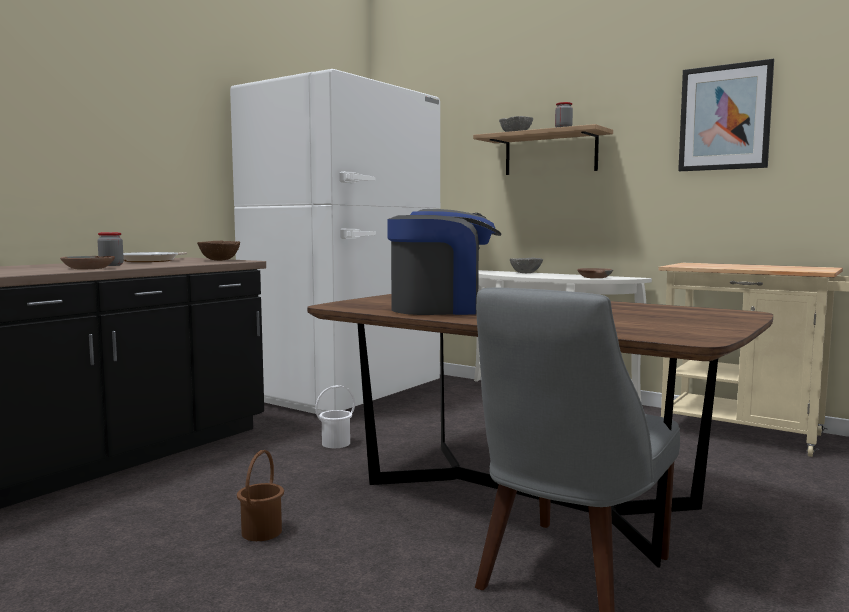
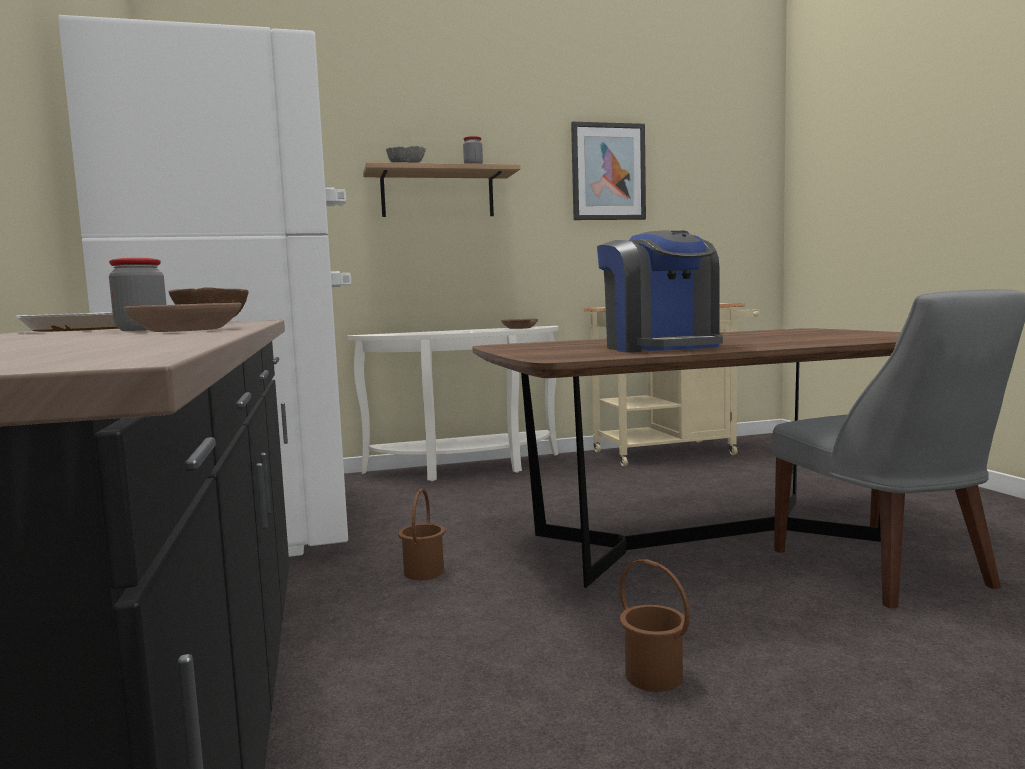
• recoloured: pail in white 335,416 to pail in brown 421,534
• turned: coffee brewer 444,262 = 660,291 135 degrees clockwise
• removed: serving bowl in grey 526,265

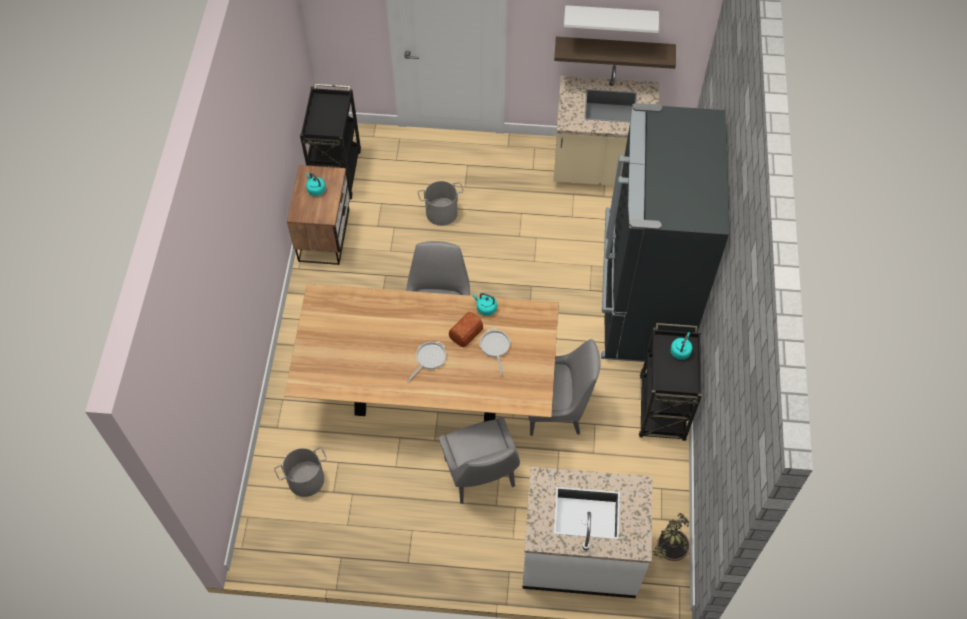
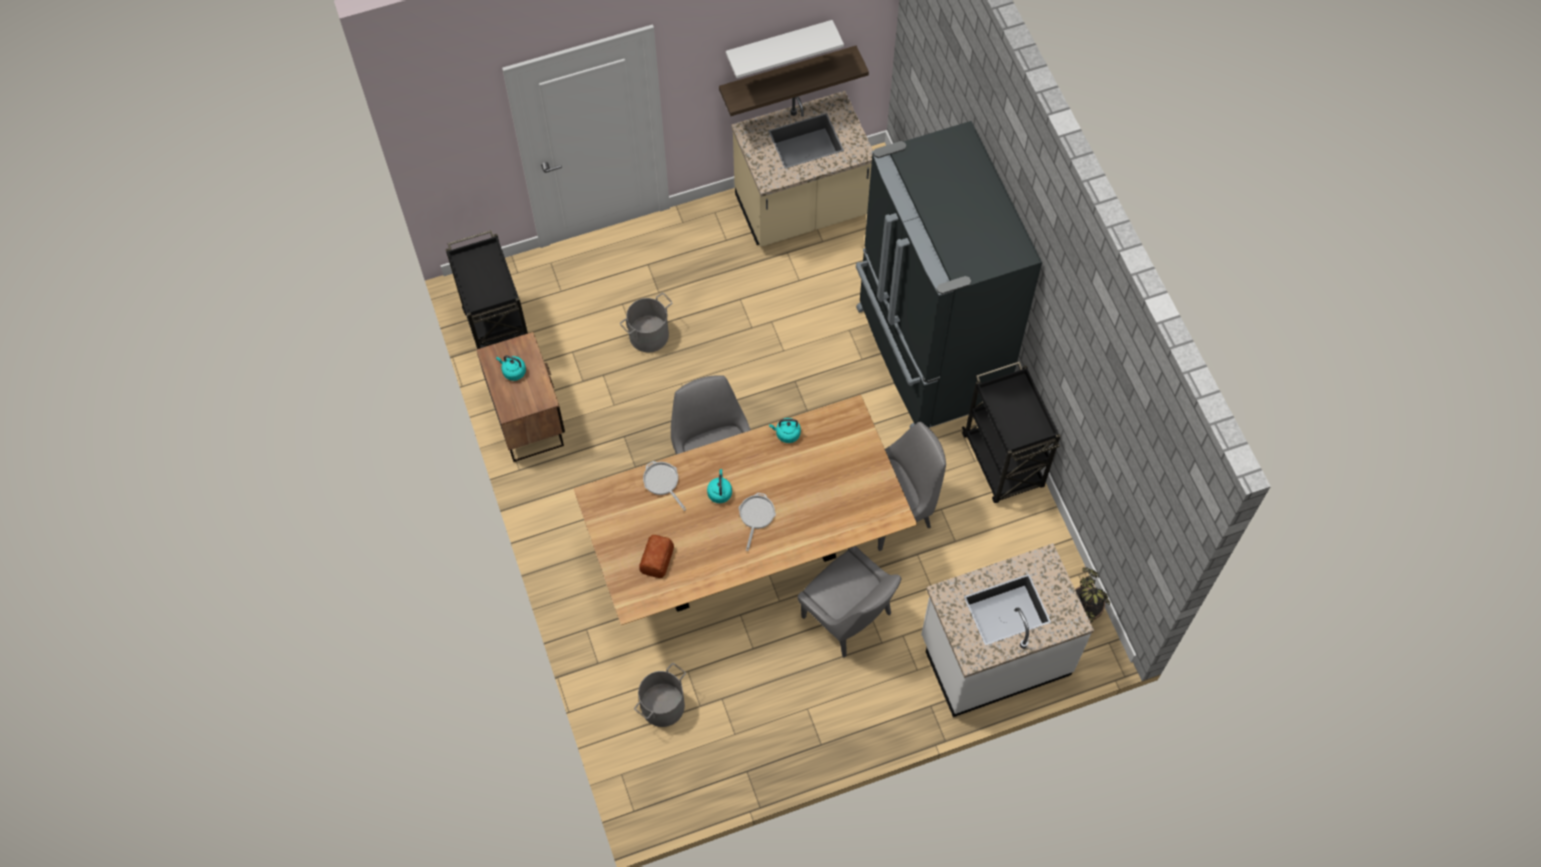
• moved: bakery bread 466,329 to 656,556
• moved: pan 495,351 to 664,486
• moved: water kettle in turquoise-coloured 681,346 to 719,486

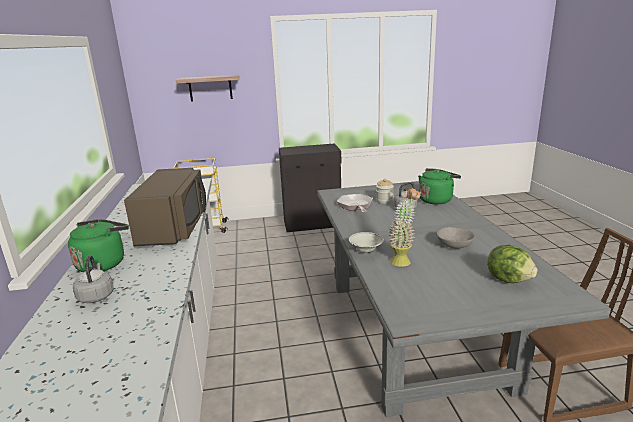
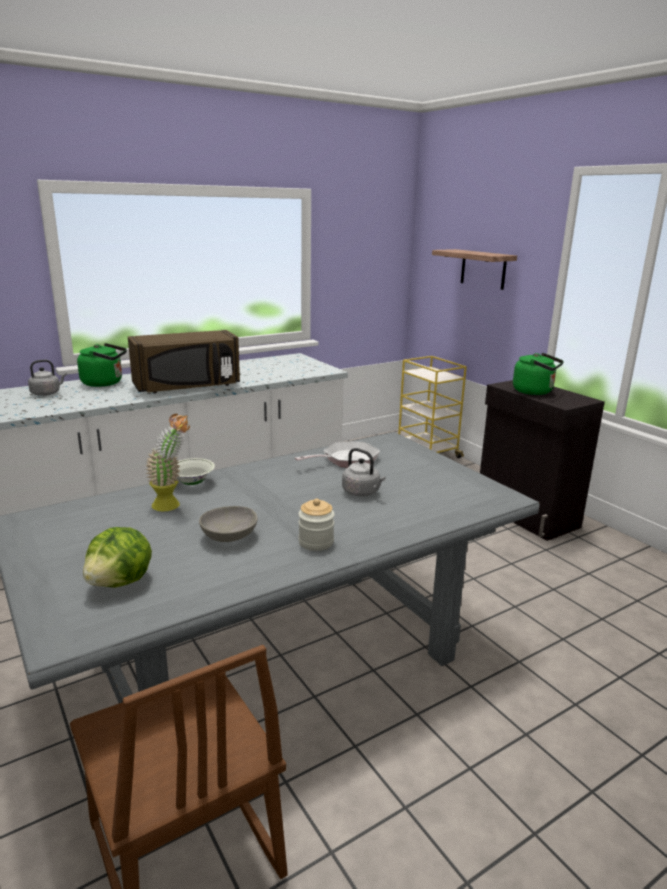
• moved: jar 385,191 to 316,525
• moved: water kettle in green-coloured 439,186 to 538,374

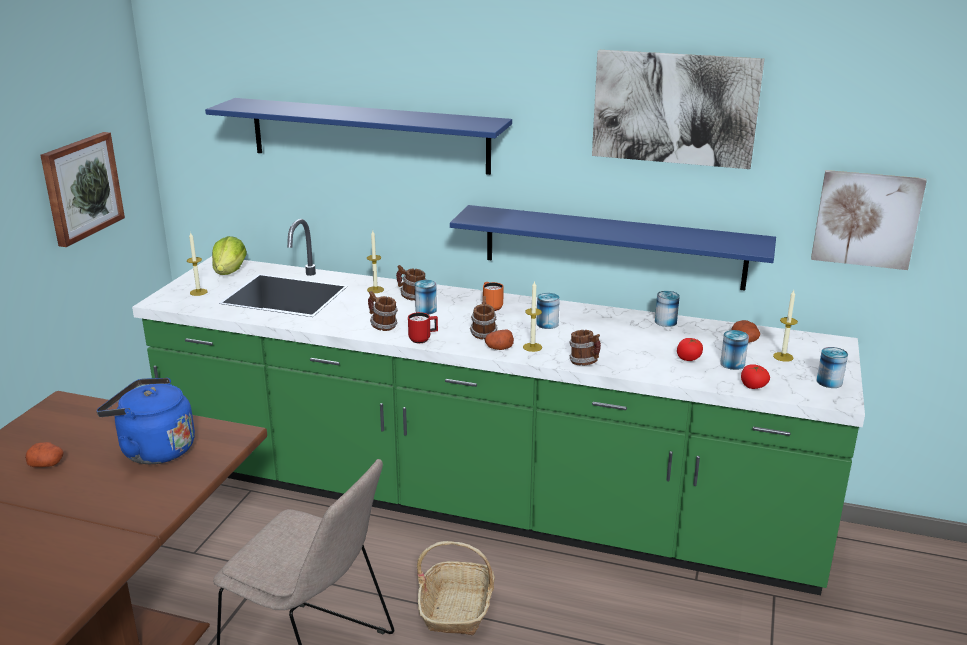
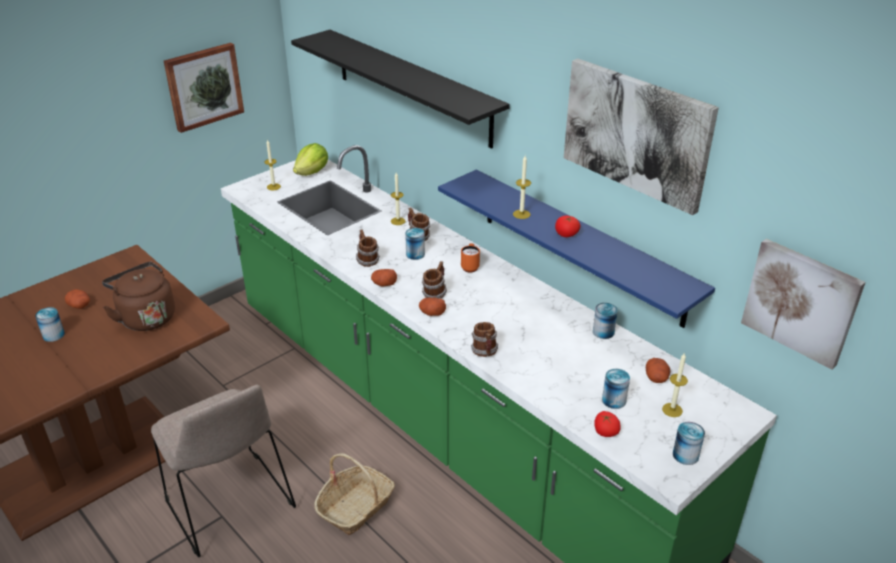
• moved: metal can 548,311 to 50,324
• recoloured: water kettle in blue 145,420 to water kettle in brown 138,296
• recoloured: wall shelf in blue 358,136 to wall shelf in blackish 400,89
• replaced: coffee mug in red 423,327 to potato 384,277
• moved: wax light 532,316 to 522,187
• moved: tomato 690,349 to 567,226

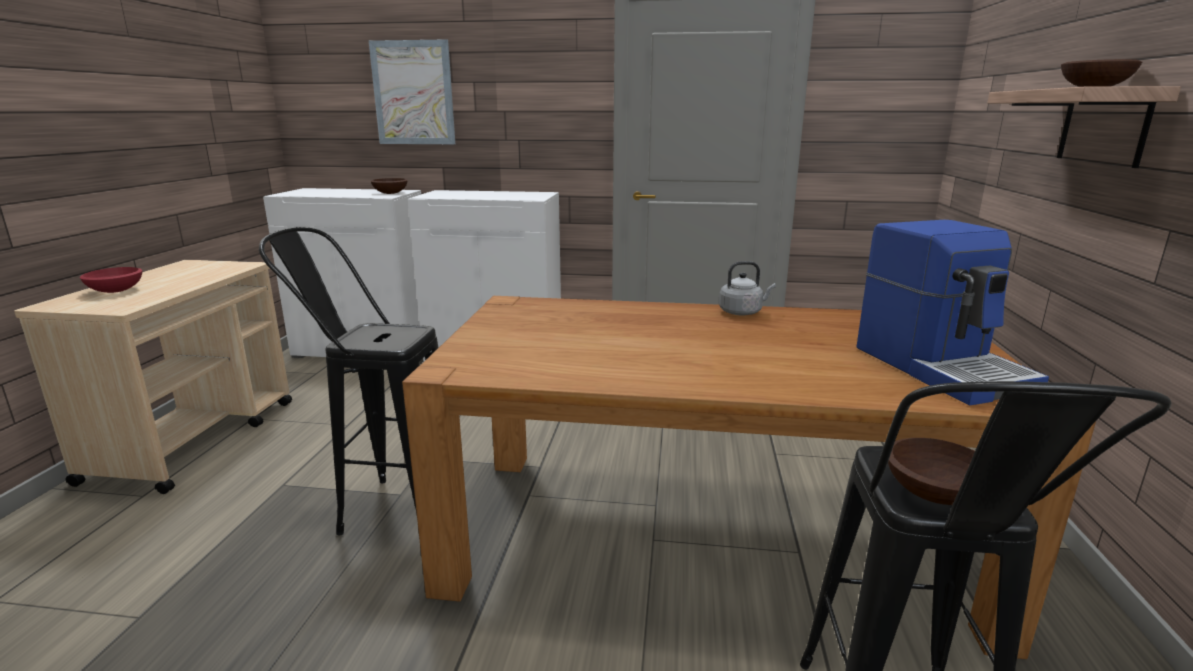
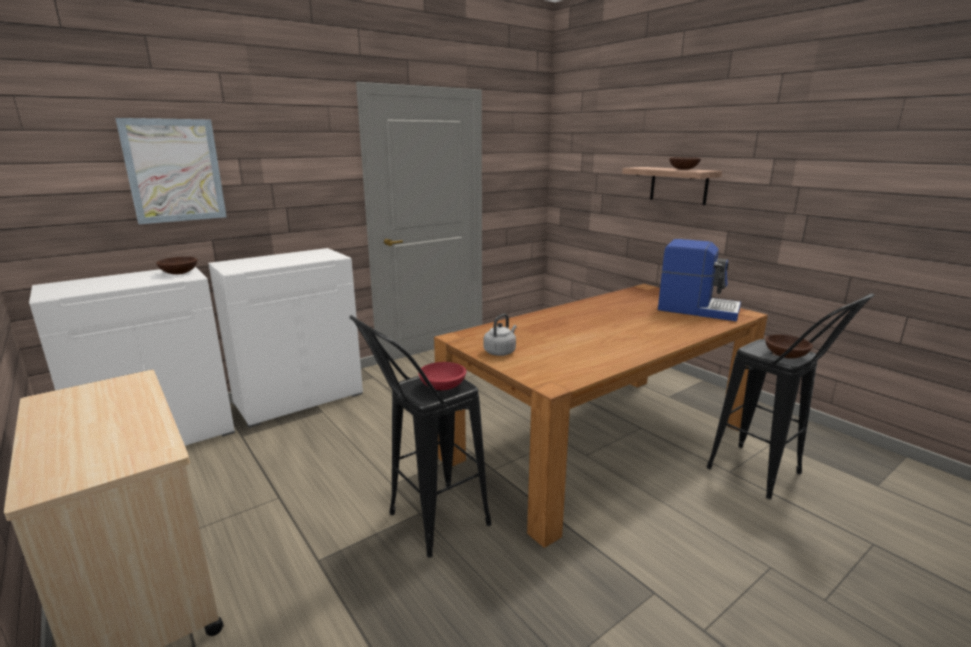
• moved: serving bowl in red 111,280 to 442,376
• moved: water kettle in grey 747,288 to 500,335

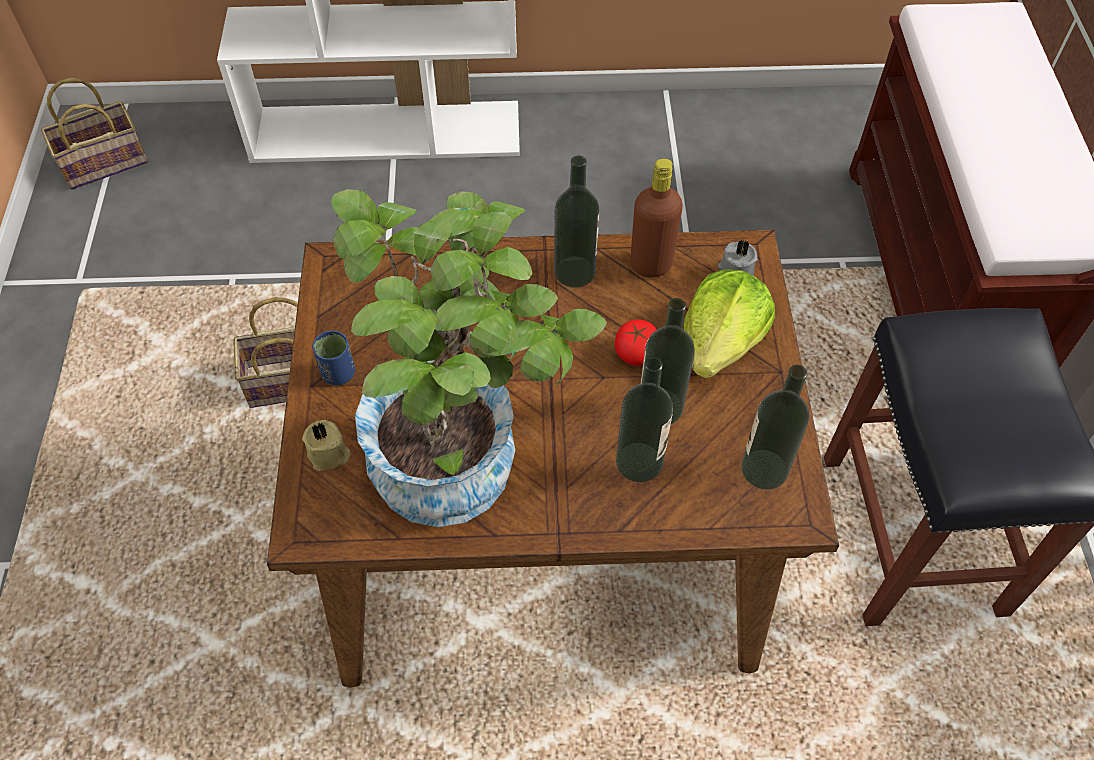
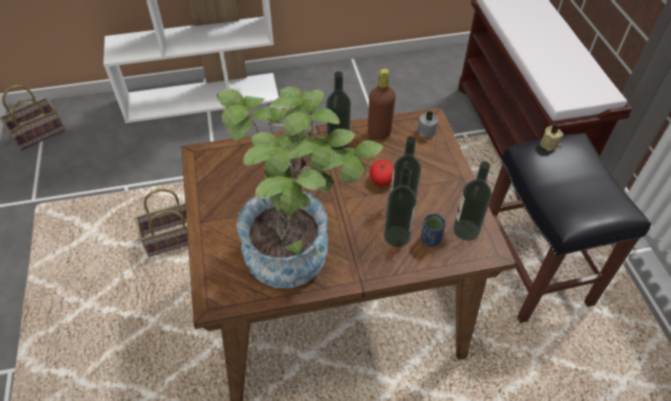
• moved: drinking cup in blue 333,358 to 433,230
• moved: wax light in beige-coloured 326,445 to 551,138
• removed: lettuce head 729,323

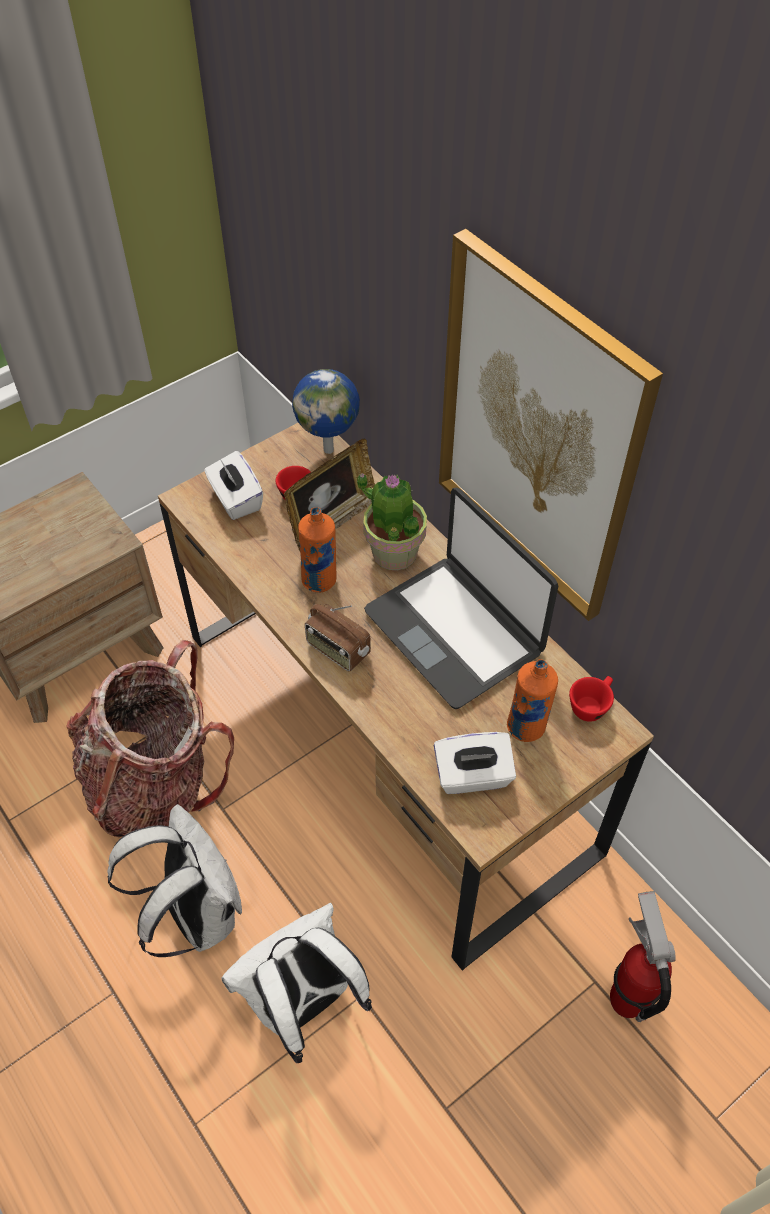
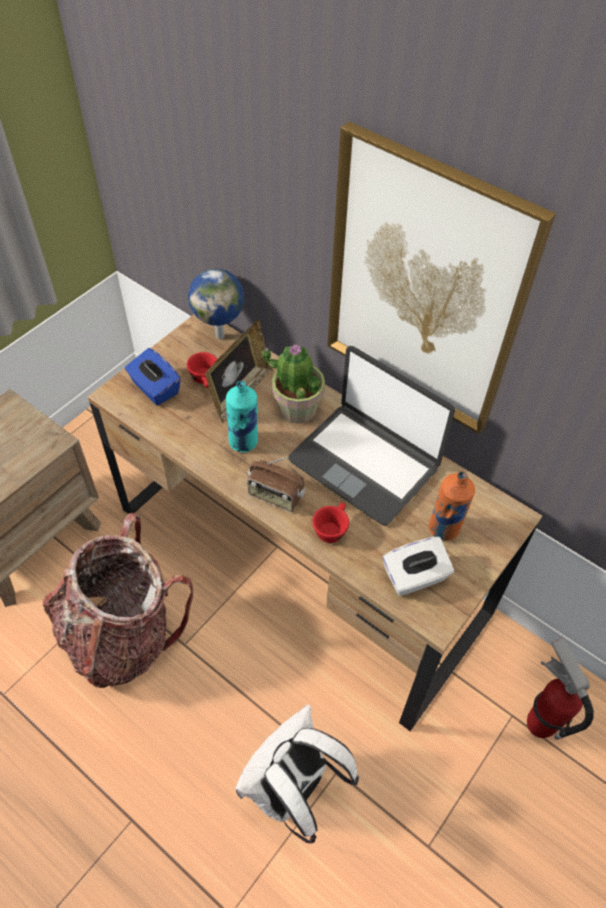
• recoloured: tissue box in white 233,485 to tissue box in blue 153,376
• recoloured: bottle in orange-coloured 317,550 to bottle in turquoise-coloured 242,417
• moved: drinking cup in red 591,699 to 331,522
• removed: knapsack in white 174,880

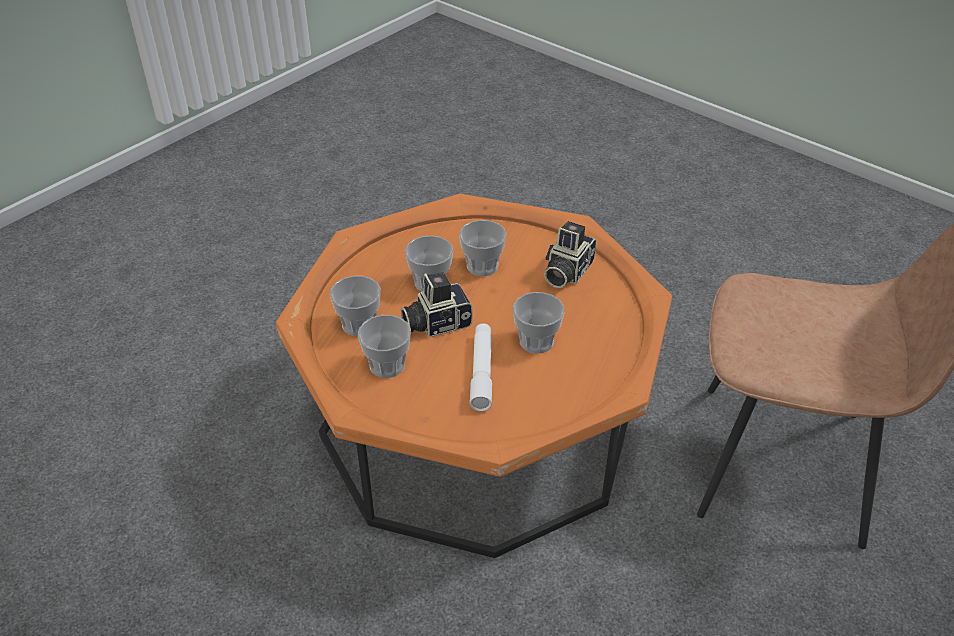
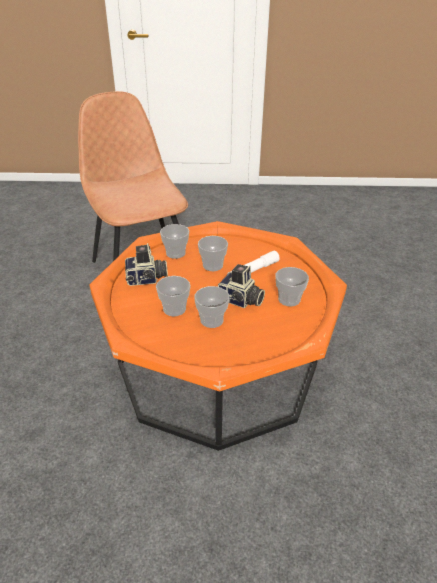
• moved: drinking cup 355,306 to 174,241

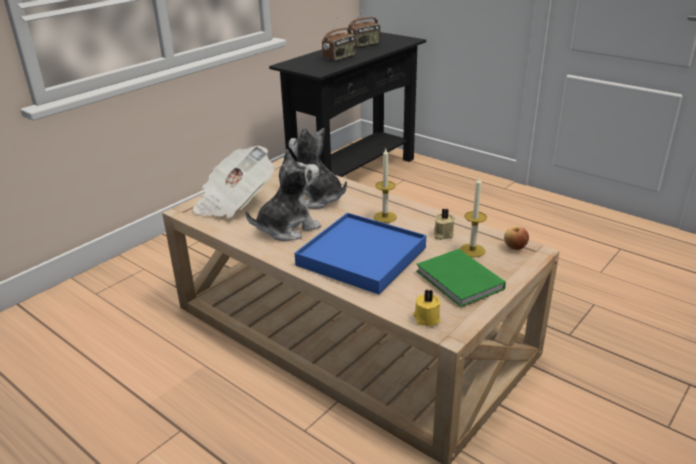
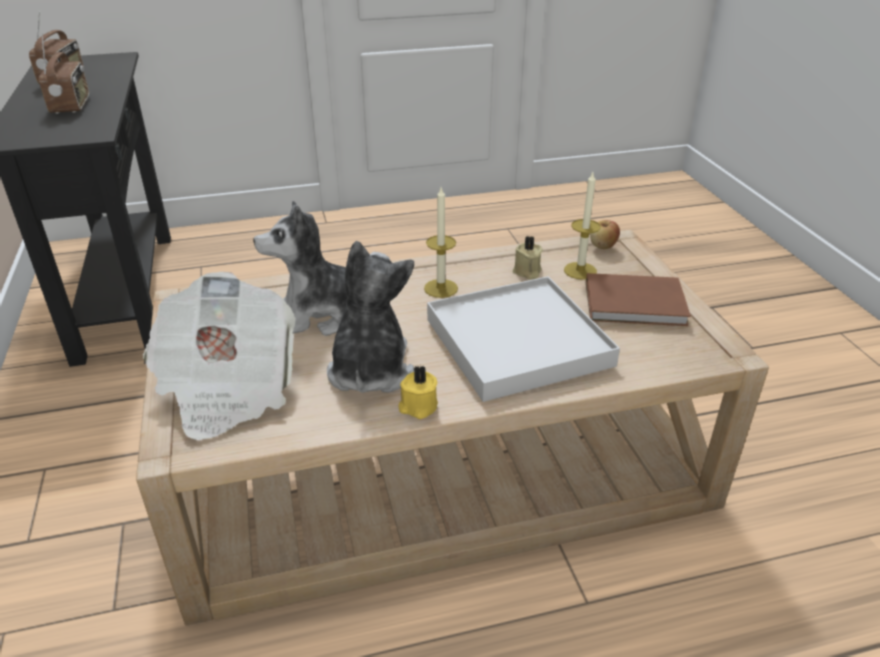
• moved: wax light in yellow-coloured 426,307 to 418,392
• recoloured: tray in blue 360,253 to tray in white 523,339
• recoloured: book in green-coloured 461,278 to book in brown 638,299

